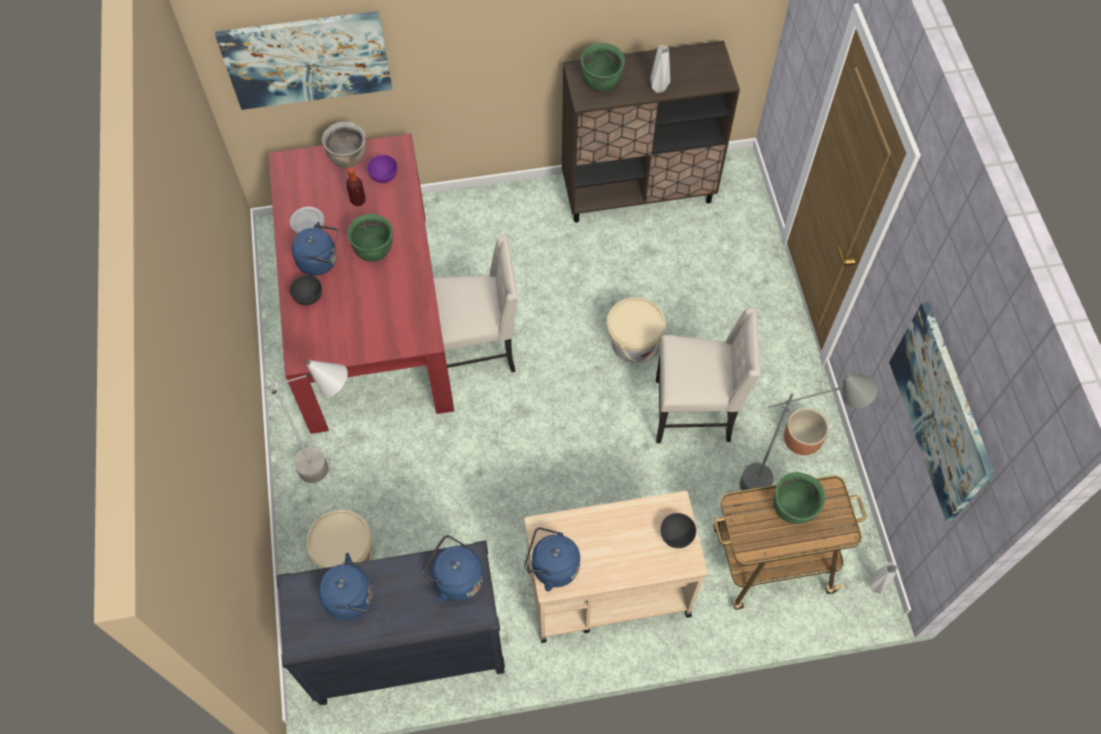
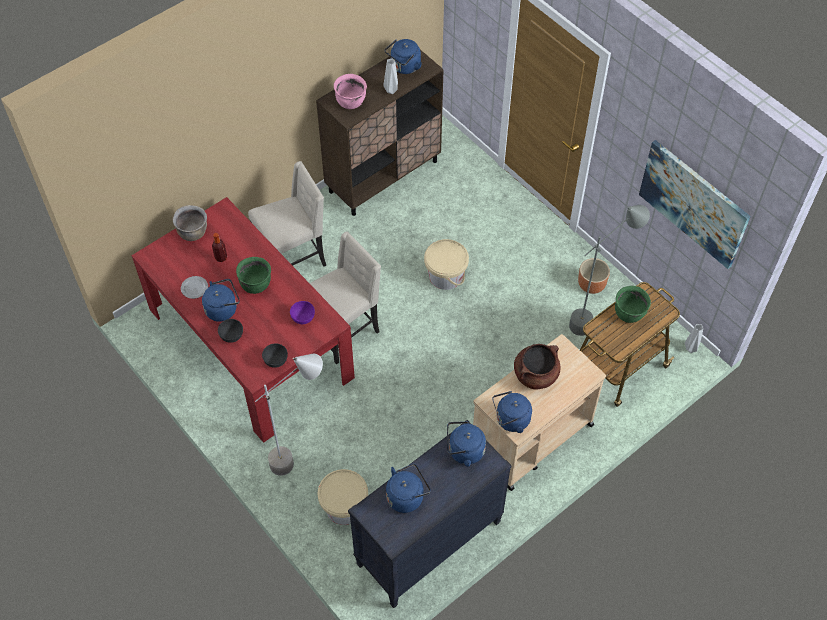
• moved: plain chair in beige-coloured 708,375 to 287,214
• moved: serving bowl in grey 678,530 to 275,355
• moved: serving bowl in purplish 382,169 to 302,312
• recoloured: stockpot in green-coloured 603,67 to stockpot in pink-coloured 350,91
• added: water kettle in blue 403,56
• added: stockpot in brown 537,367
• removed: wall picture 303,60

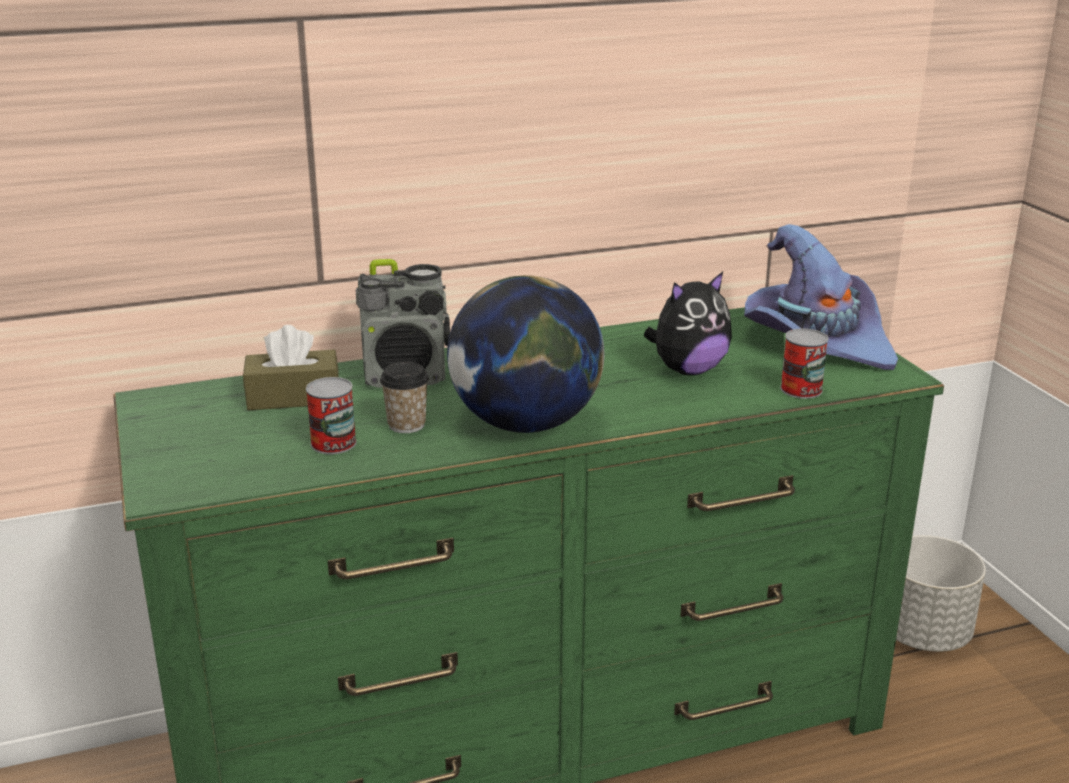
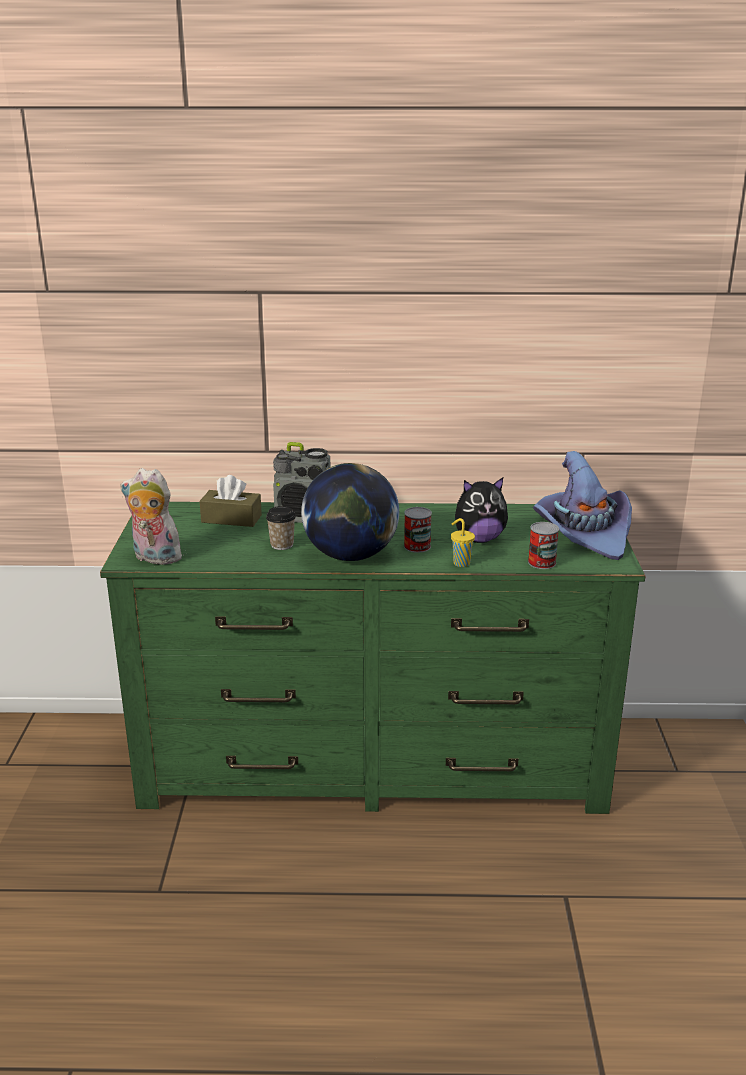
• added: soft toy 151,516
• moved: metal can 331,415 to 418,530
• added: drinking cup in yellow-coloured 463,542
• removed: flower pot in grey 941,593

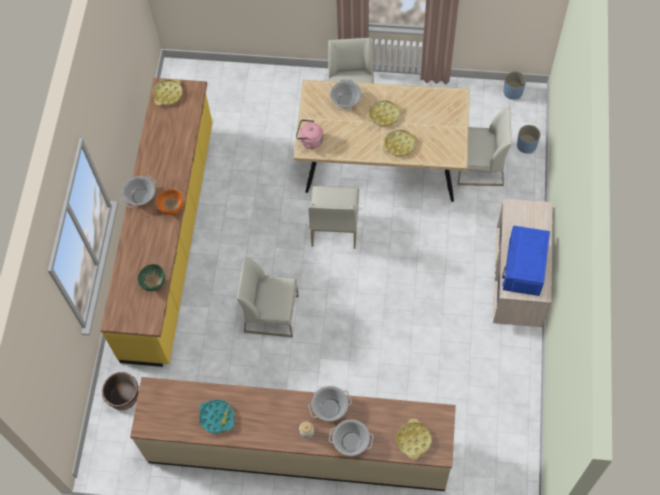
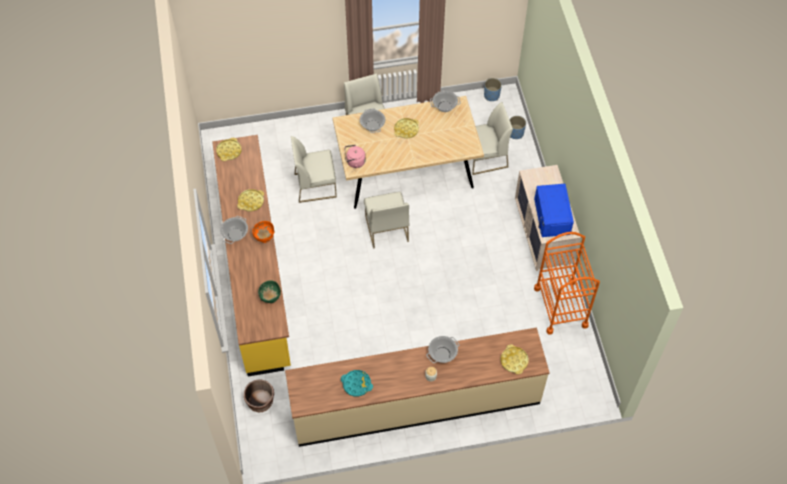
• moved: tray in yellow-coloured 400,143 to 250,200
• moved: plain chair in white 268,296 to 314,169
• moved: stockpot 351,437 to 445,101
• added: trolley in orange-coloured 567,283

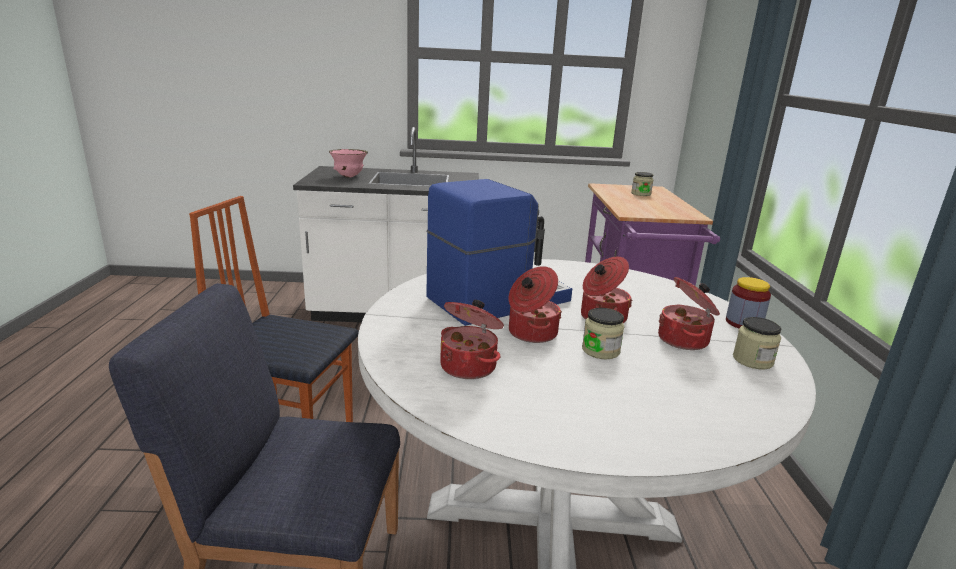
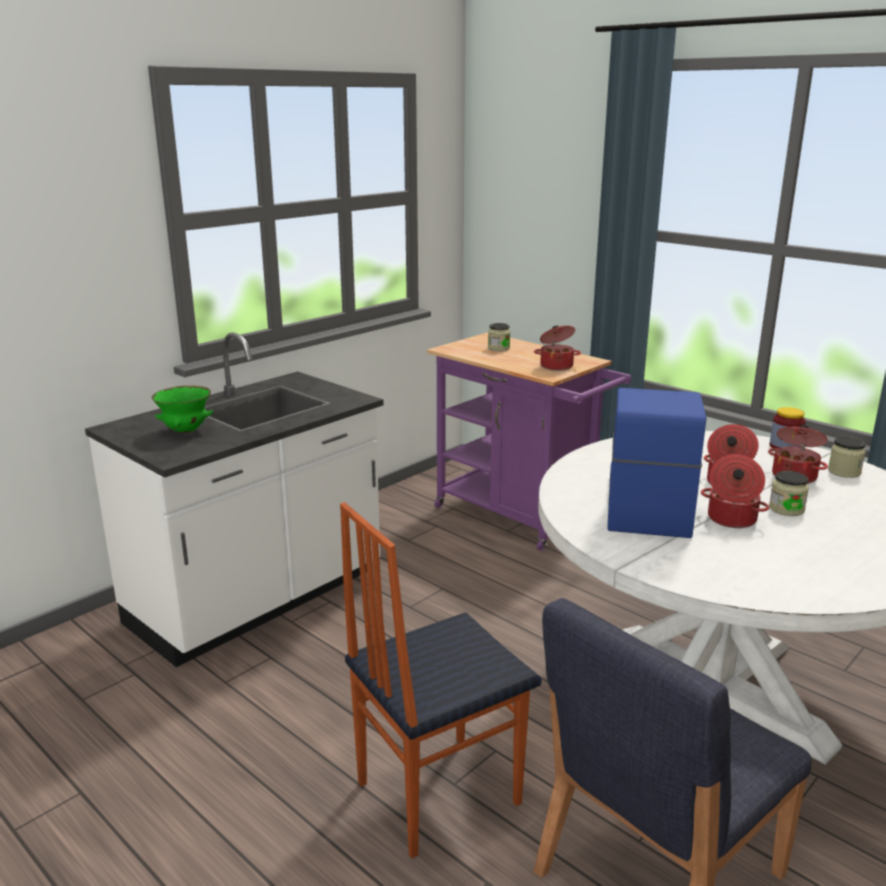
• recoloured: serving bowl in pink-coloured 348,163 to serving bowl in green-coloured 182,409
• moved: stockpot 472,339 to 557,348

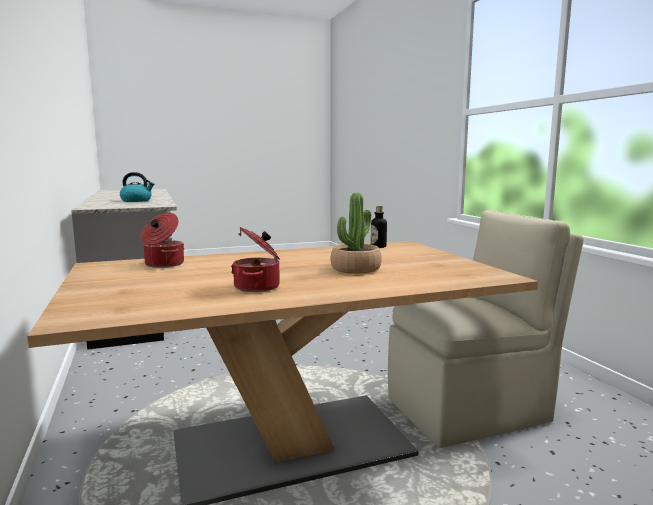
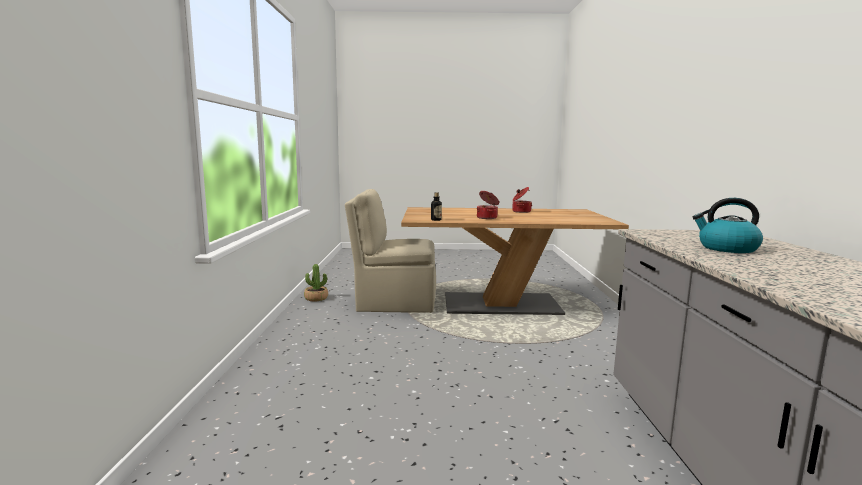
• moved: houseplant 356,233 to 316,282
• moved: stockpot 162,240 to 488,205

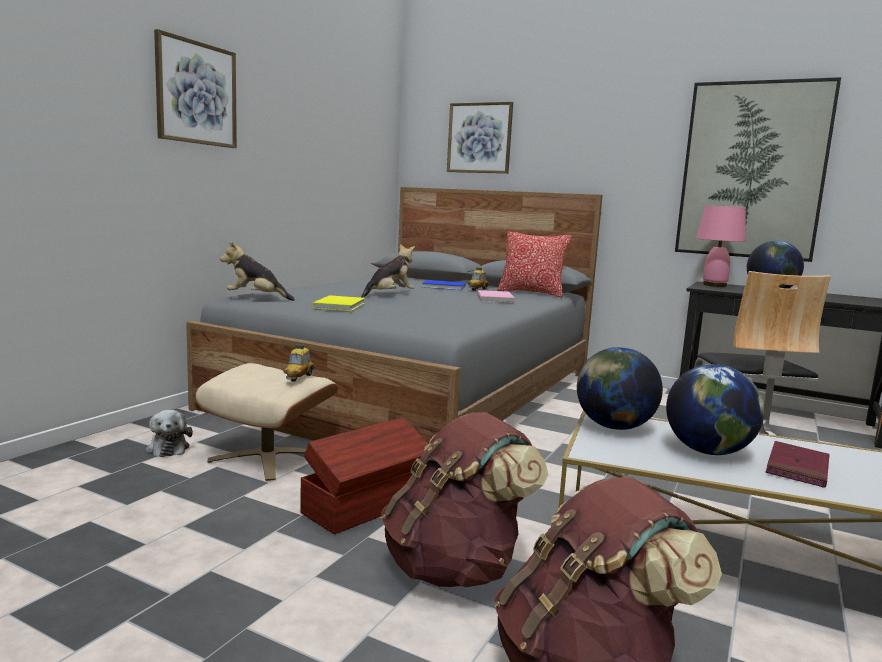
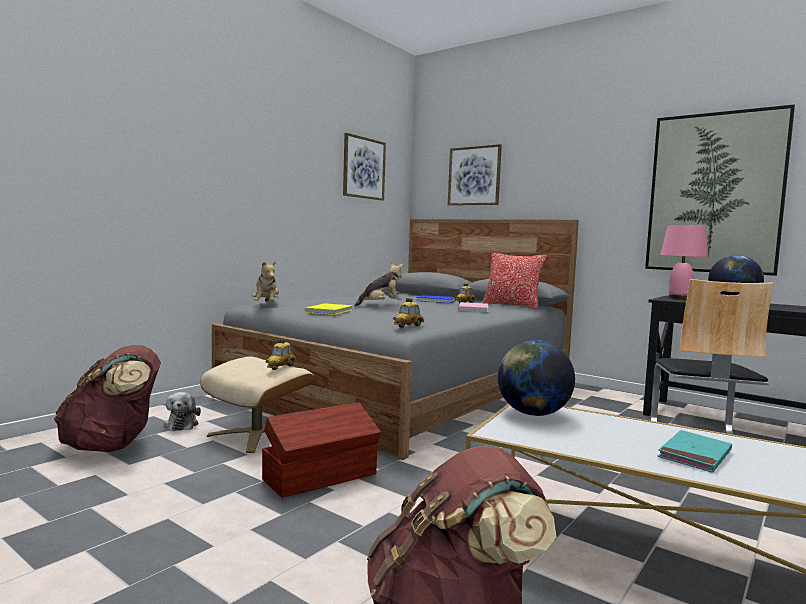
• moved: knapsack in brown 465,499 to 107,398
• turned: soft toy 257,271 = 265,281 120 degrees counterclockwise
• moved: wall picture 195,88 to 364,167
• added: toy car 408,313
• recoloured: book in red 797,464 to book in turquoise-coloured 695,451
• removed: globe 715,409

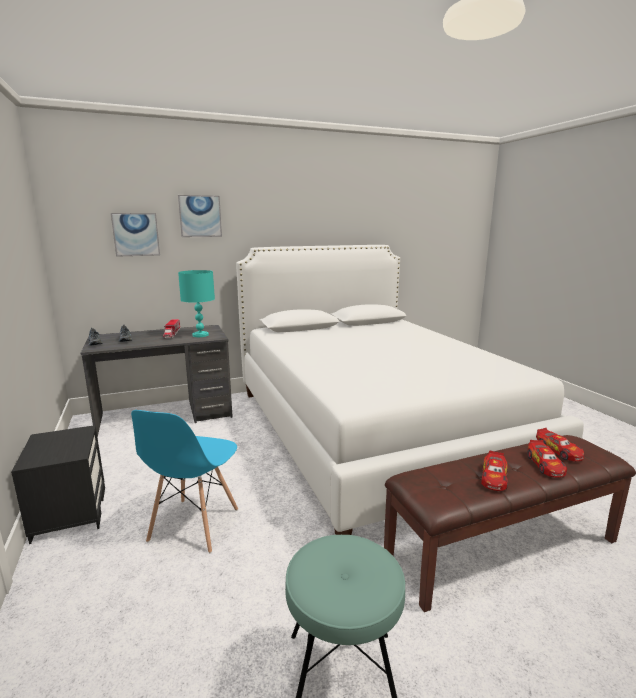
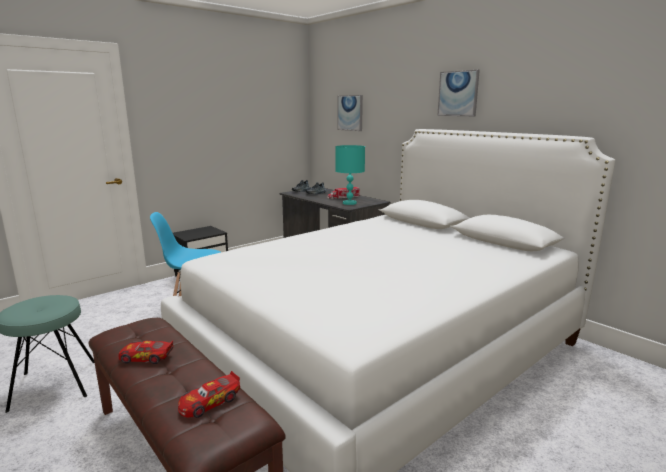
• moved: wall picture 200,216 to 458,93
• removed: toy car 547,458

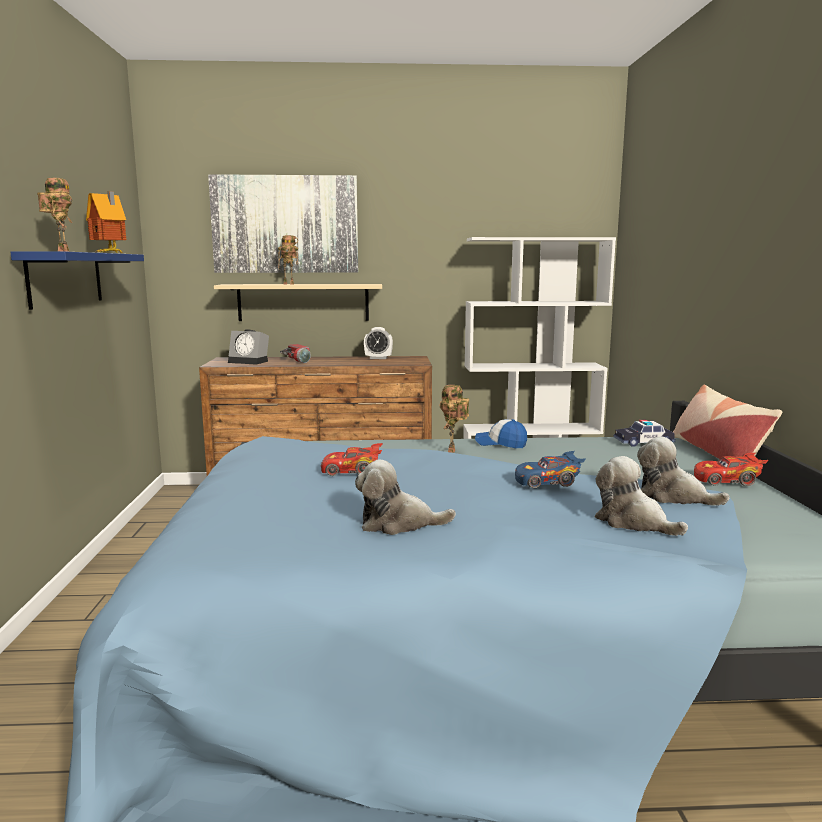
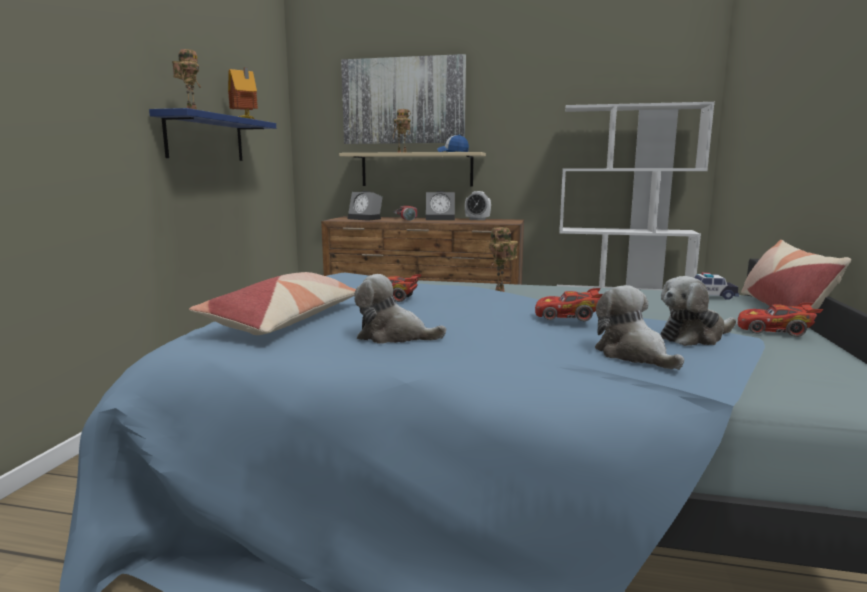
• added: throw pillow 272,303
• added: alarm clock 440,205
• moved: cap 501,433 to 453,143
• recoloured: toy car in blue 550,469 to toy car in red 569,304
• turned: soft toy 683,471 = 698,311 75 degrees counterclockwise

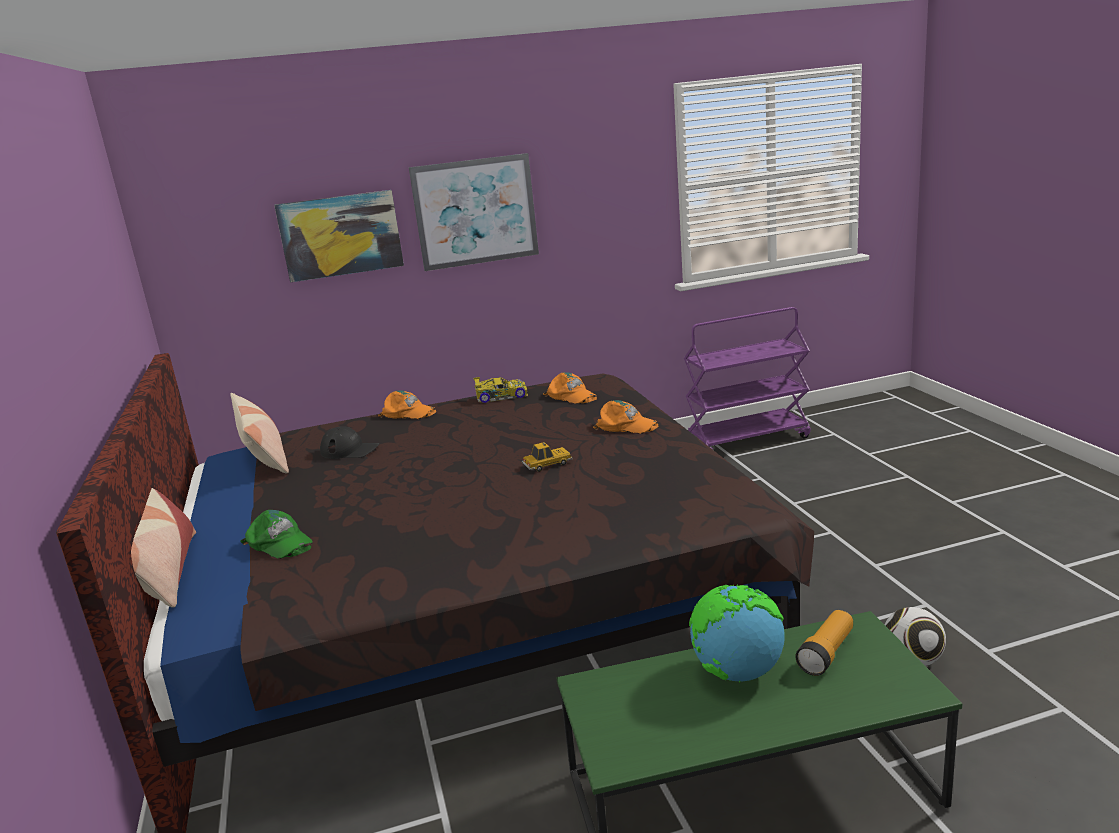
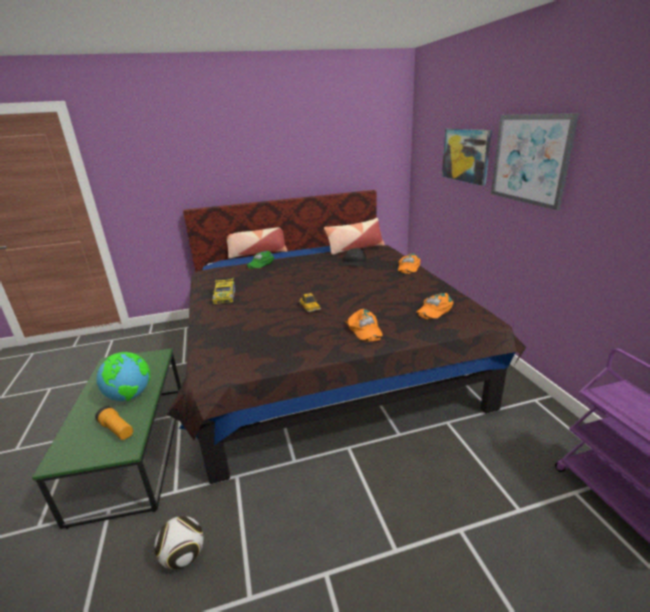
• moved: toy car 500,390 to 223,291
• turned: cap in orange-coloured 625,417 = 364,325 45 degrees counterclockwise

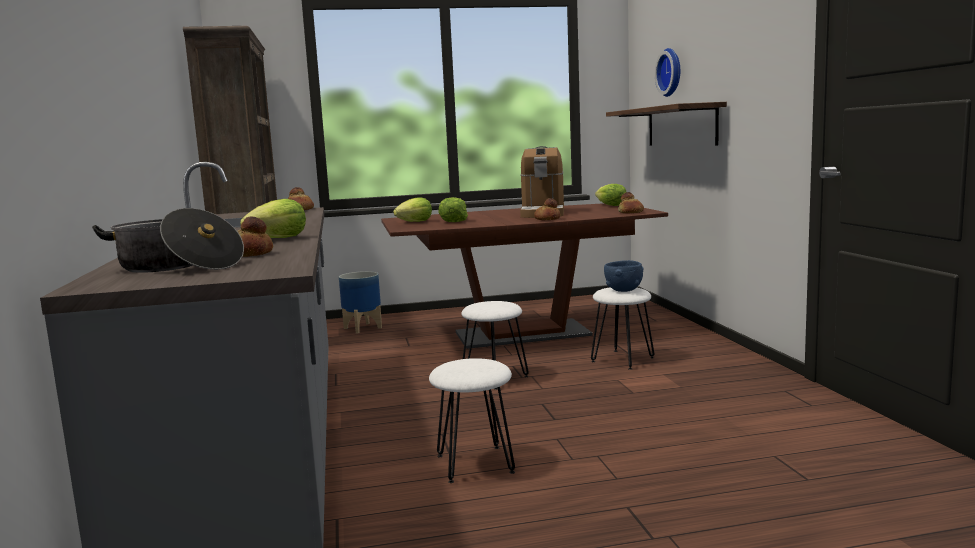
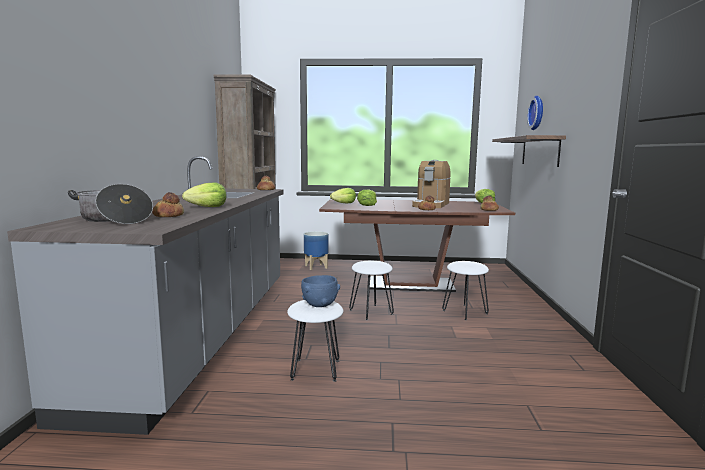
• moved: serving bowl in blue 624,276 to 320,291

